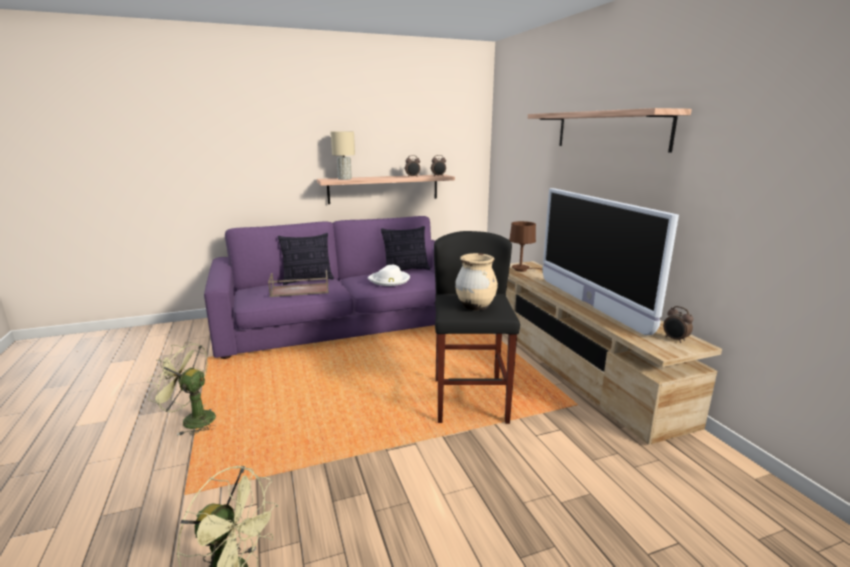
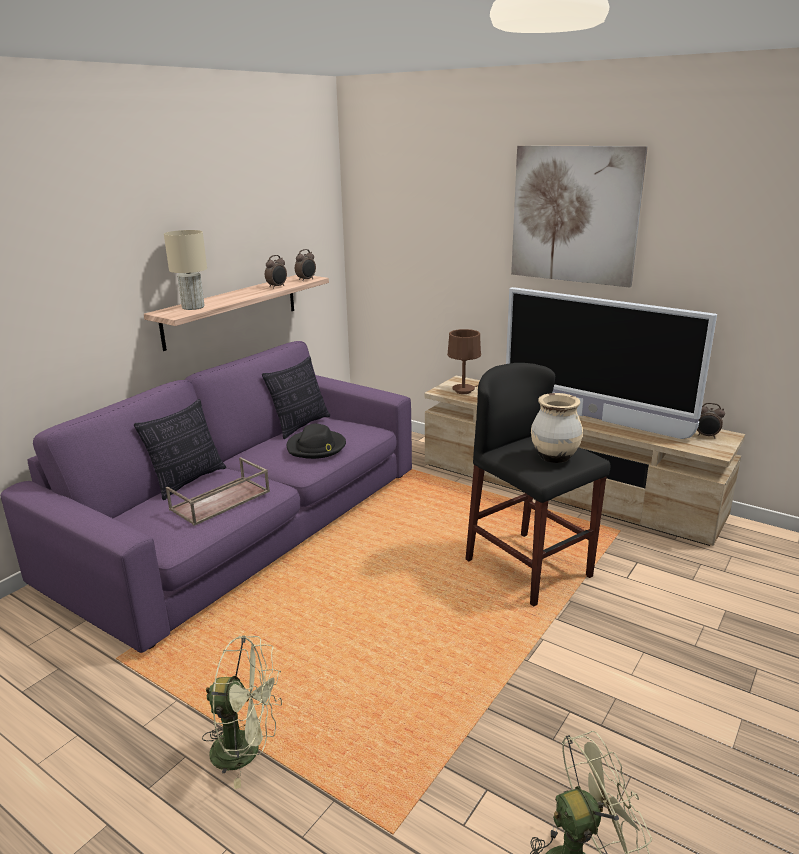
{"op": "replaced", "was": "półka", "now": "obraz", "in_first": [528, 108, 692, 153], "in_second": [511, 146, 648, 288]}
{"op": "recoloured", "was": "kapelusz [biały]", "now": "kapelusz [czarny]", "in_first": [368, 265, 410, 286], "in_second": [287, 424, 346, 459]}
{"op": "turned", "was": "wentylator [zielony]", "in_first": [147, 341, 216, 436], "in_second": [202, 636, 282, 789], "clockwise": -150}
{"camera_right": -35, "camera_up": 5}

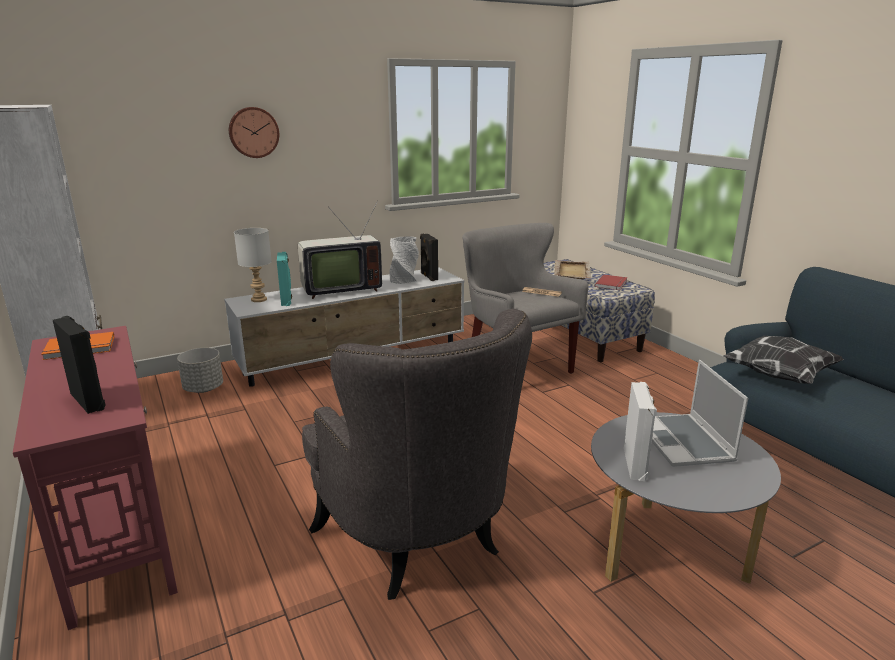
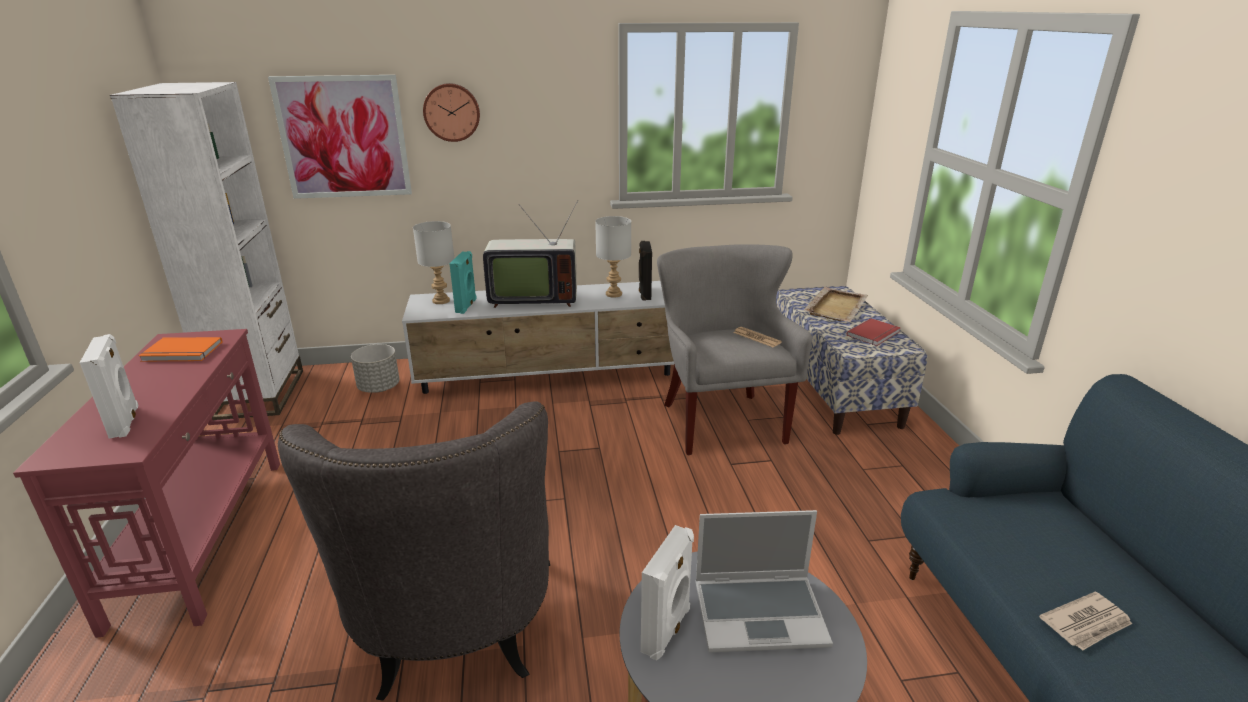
{"op": "removed", "was": "poduszka", "in_first": [723, 336, 844, 384]}
{"op": "added", "now": "obraz", "in_second": [268, 75, 412, 199]}
{"op": "added", "now": "gazeta", "in_second": [1039, 592, 1132, 651]}
{"op": "replaced", "was": "wazon [szary]", "now": "lampa stołowa [szary]", "in_first": [389, 237, 419, 284], "in_second": [595, 216, 631, 298]}
{"op": "recoloured", "was": "głośnik [czarny]", "now": "głośnik [biały]", "in_first": [53, 316, 105, 414], "in_second": [80, 334, 139, 439]}
{"op": "turned", "was": "laptop", "in_first": [652, 360, 748, 467], "in_second": [695, 510, 833, 652], "clockwise": -105}
{"camera_right": 20, "camera_up": 5}

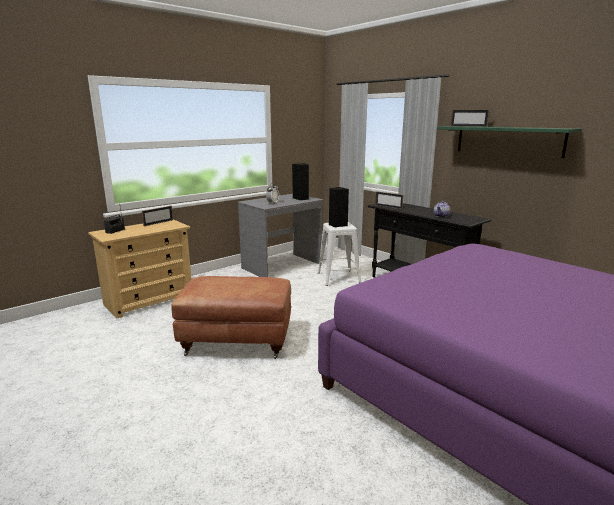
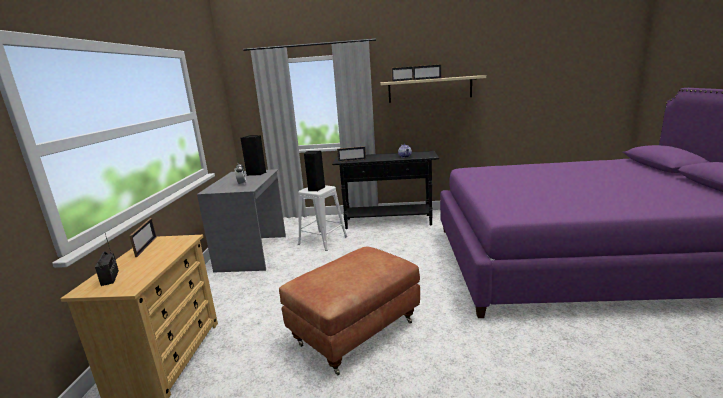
{"op": "added", "now": "ramka na zdjęcie", "in_second": [412, 64, 442, 80]}
{"op": "recoloured", "was": "półka [zielony]", "now": "półka [beżowy]", "in_first": [437, 126, 582, 158], "in_second": [381, 75, 486, 103]}
{"camera_right": -45, "camera_up": 0}

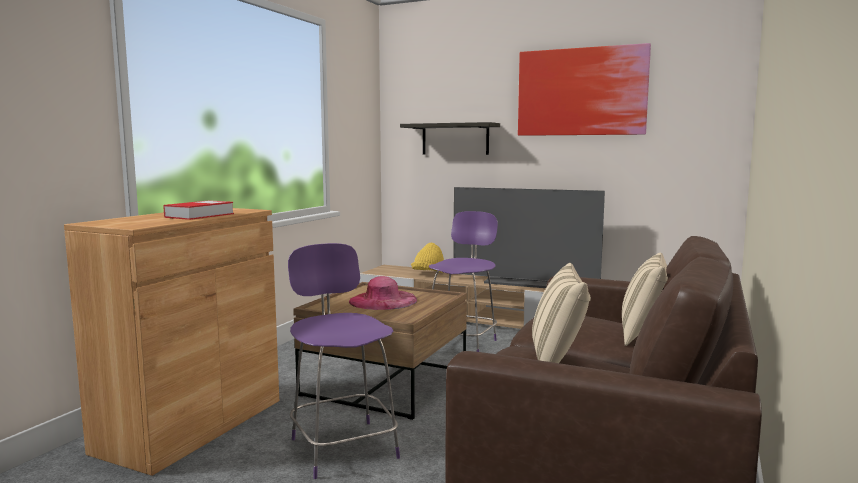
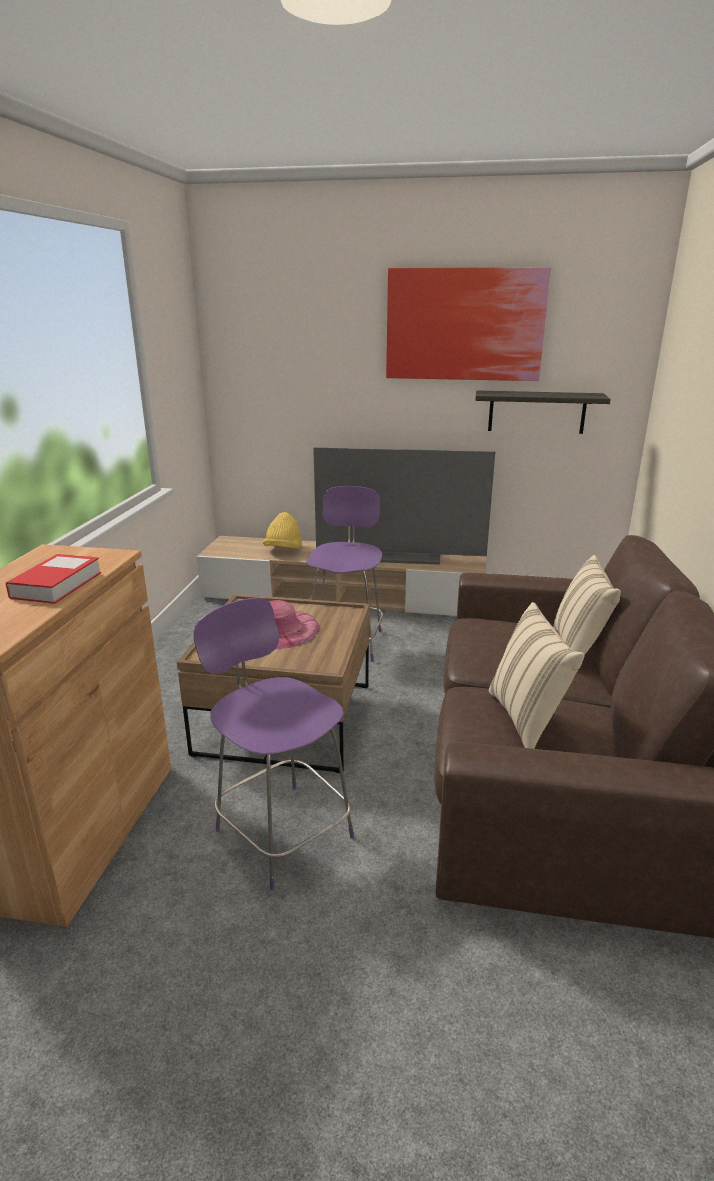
{"op": "moved", "was": "półka", "in_first": [400, 122, 500, 155], "in_second": [475, 391, 611, 434]}
{"camera_right": -15, "camera_up": 15}

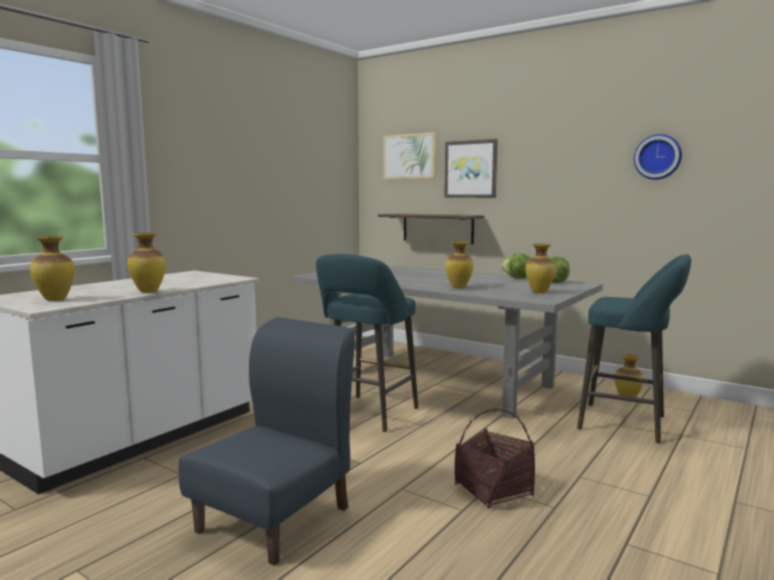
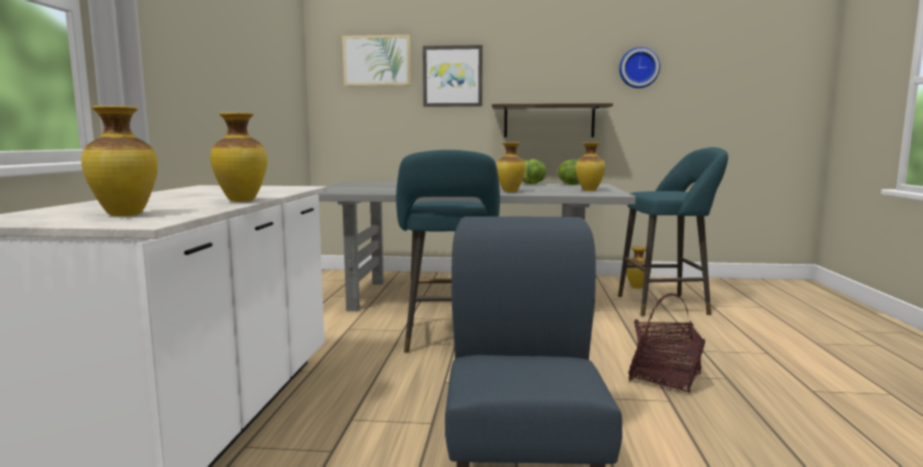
{"op": "moved", "was": "półka", "in_first": [378, 213, 484, 244], "in_second": [492, 103, 613, 137]}
{"camera_right": -30, "camera_up": 0}

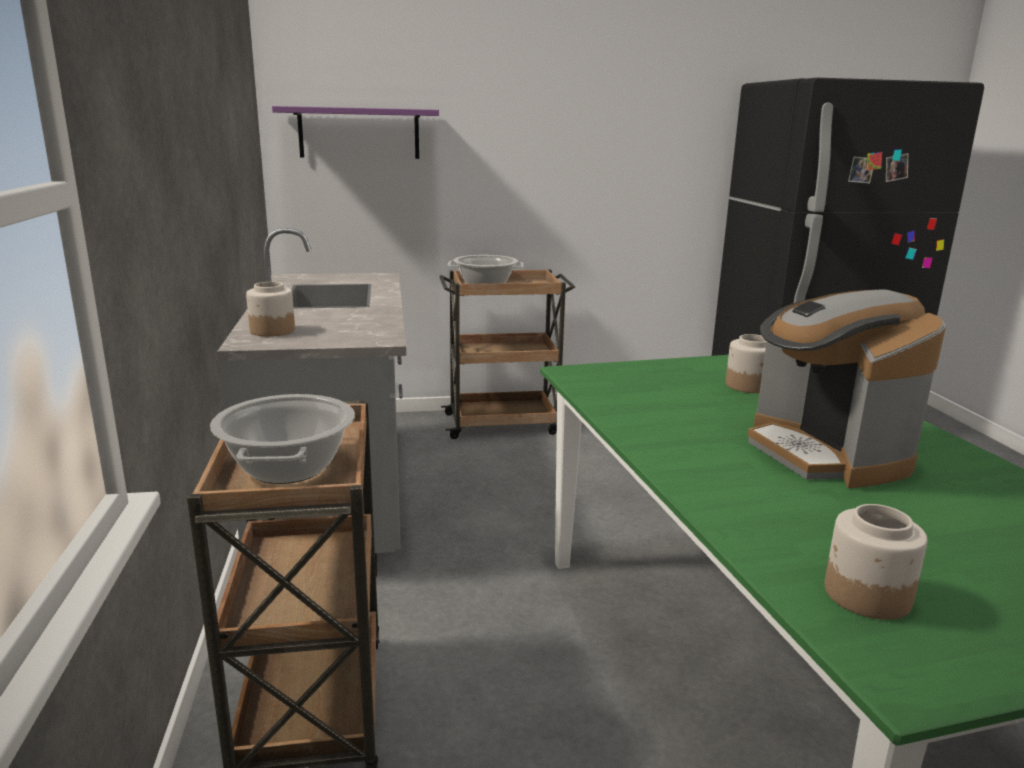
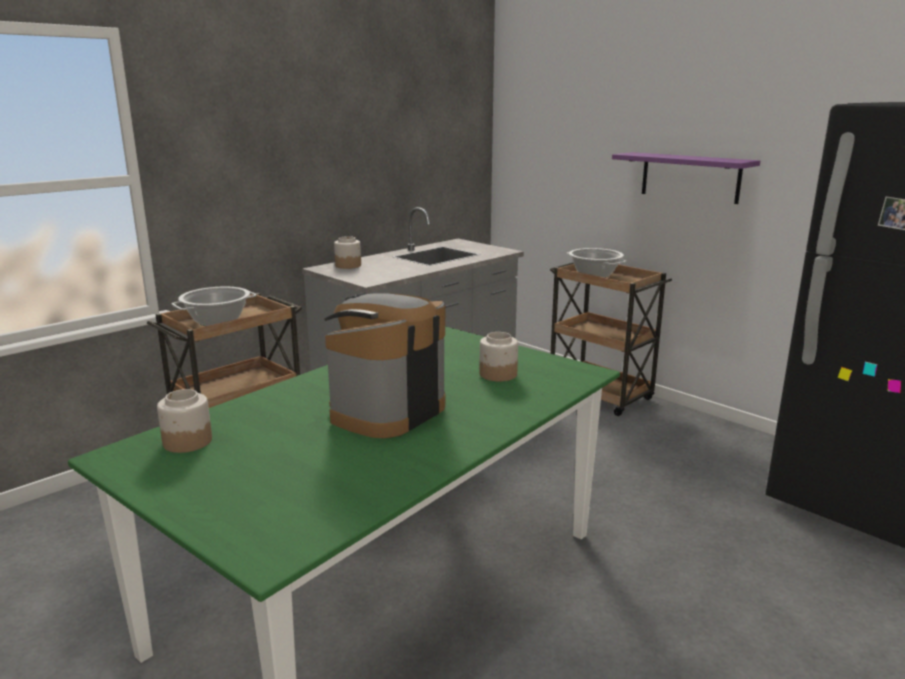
{"op": "moved", "was": "półka [fioletowy]", "in_first": [272, 106, 439, 159], "in_second": [612, 152, 760, 204]}
{"camera_right": 55, "camera_up": 0}

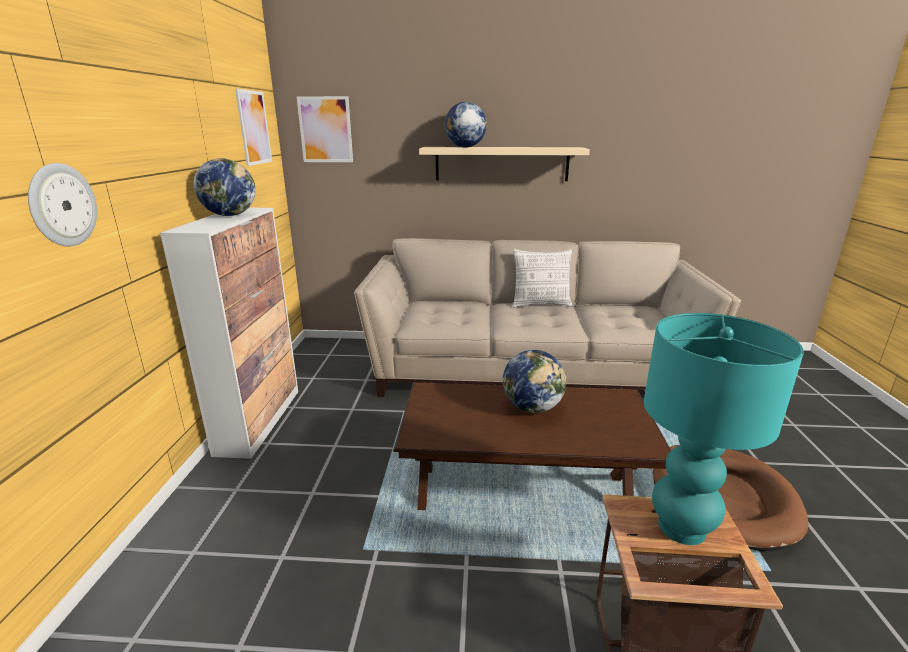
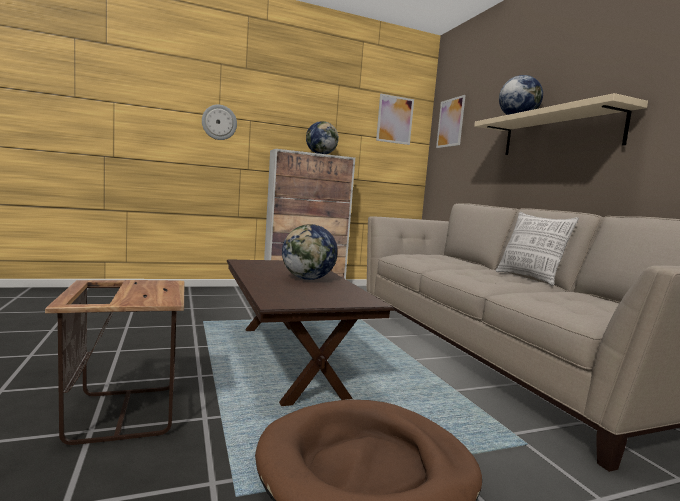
{"op": "removed", "was": "lampa stołowa [turkusowy]", "in_first": [644, 313, 804, 545]}
{"camera_right": 65, "camera_up": -15}

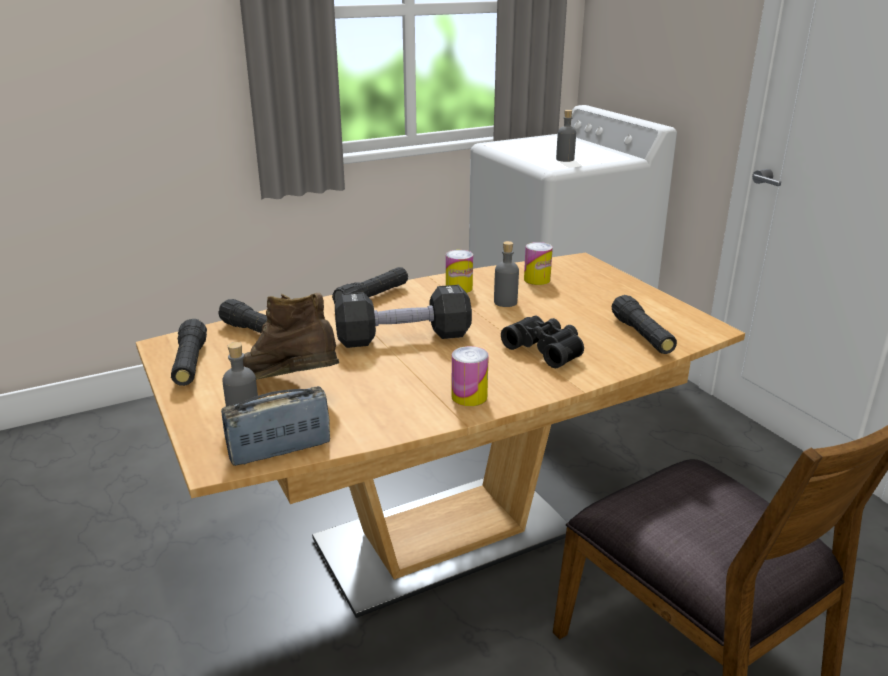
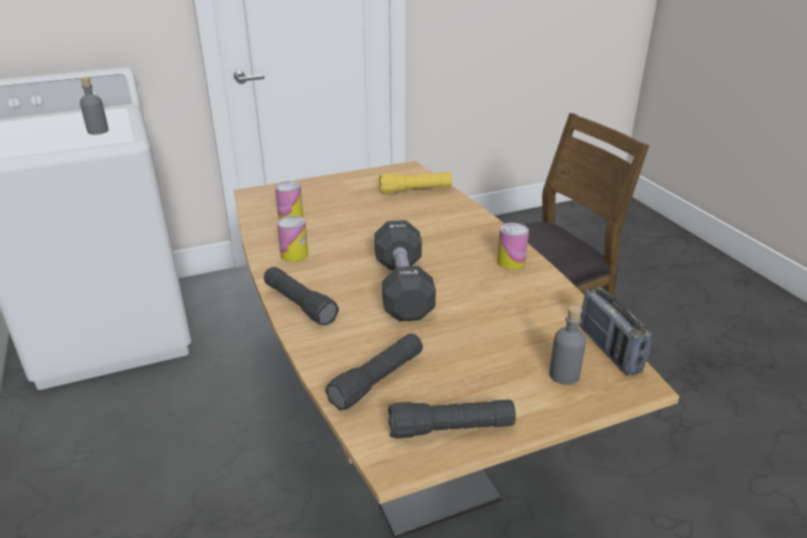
{"op": "removed", "was": "but z cholewką [brązowy]", "in_first": [243, 293, 339, 380]}
{"op": "removed", "was": "butelka [szary]", "in_first": [494, 241, 519, 307]}
{"op": "removed", "was": "lornetka [czarny]", "in_first": [501, 316, 584, 368]}
{"op": "recoloured", "was": "latarka [czarny]", "now": "latarka [żółty]", "in_first": [612, 295, 677, 354], "in_second": [378, 172, 452, 194]}
{"camera_right": -85, "camera_up": 5}

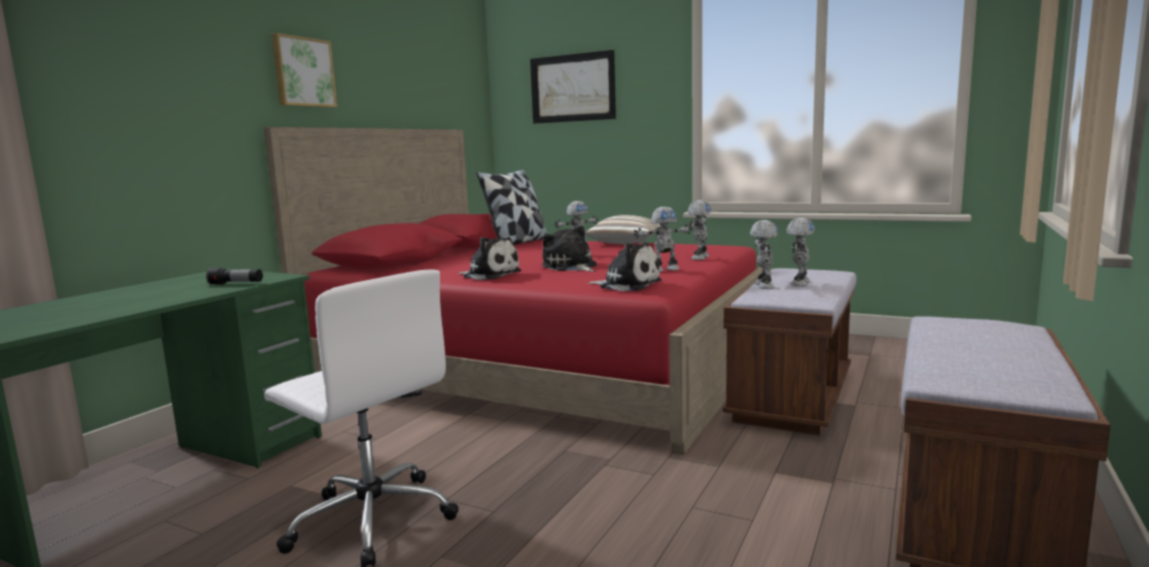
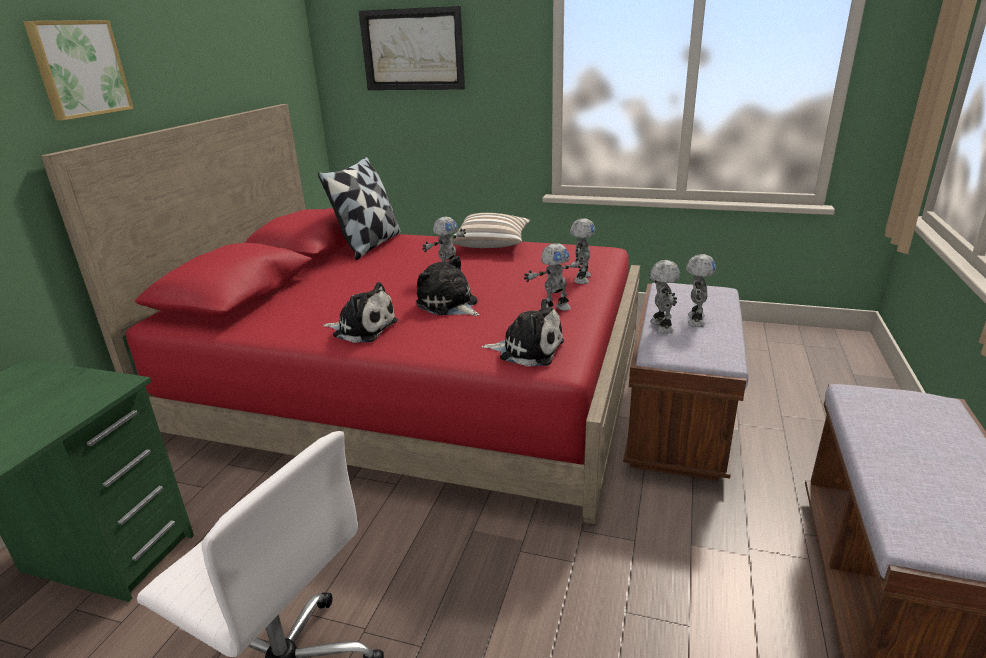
{"op": "removed", "was": "latarka", "in_first": [206, 268, 263, 285]}
{"camera_right": -10, "camera_up": 15}

